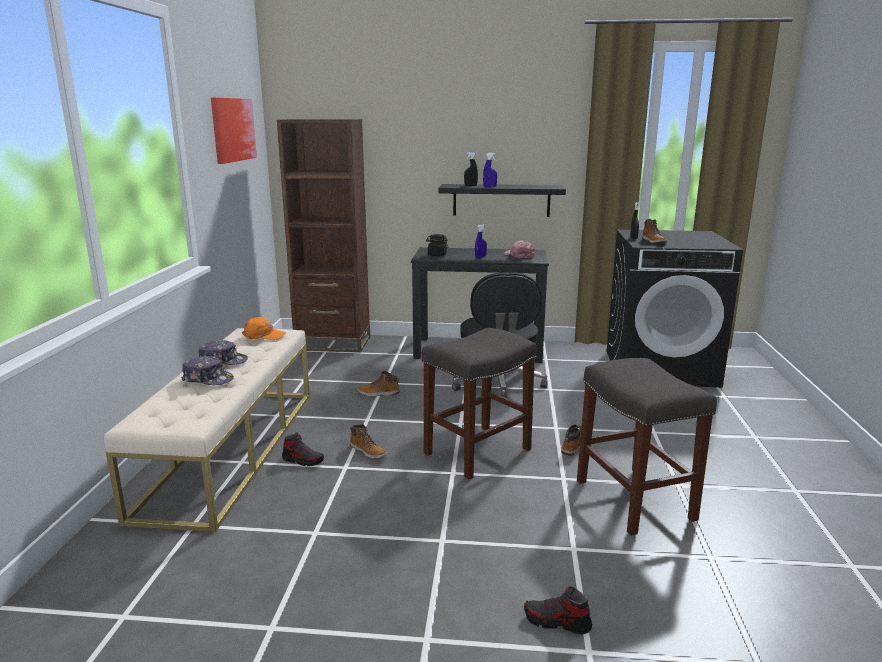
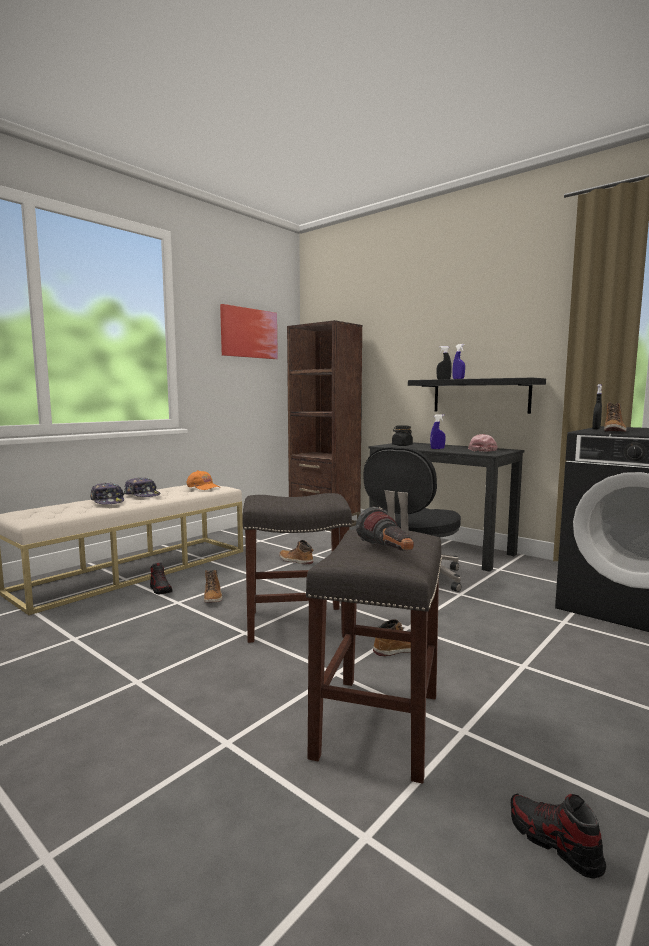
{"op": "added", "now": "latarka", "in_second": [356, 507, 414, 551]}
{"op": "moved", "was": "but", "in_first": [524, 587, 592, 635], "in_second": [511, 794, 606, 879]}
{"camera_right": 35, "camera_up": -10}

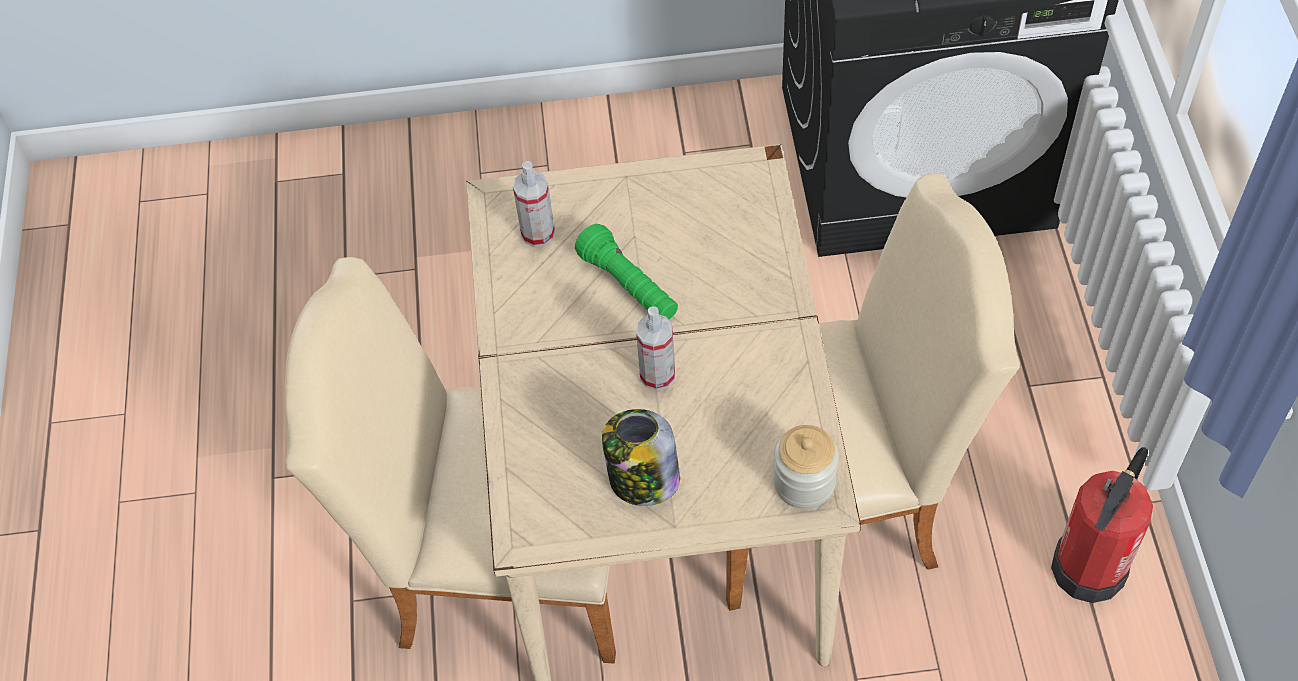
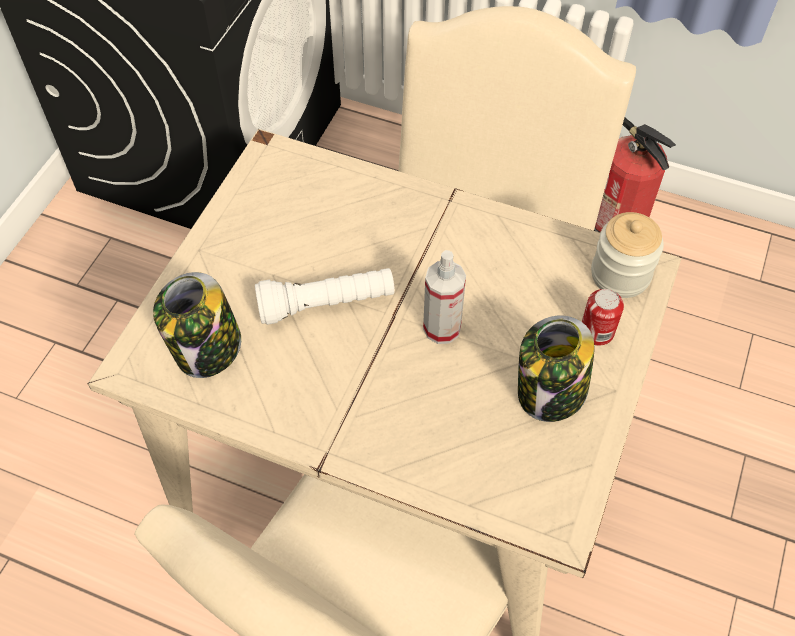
{"op": "added", "now": "puszka", "in_second": [582, 289, 624, 346]}
{"op": "replaced", "was": "spryskiwacz", "now": "słoik", "in_first": [513, 161, 555, 247], "in_second": [153, 272, 241, 378]}
{"op": "recoloured", "was": "latarka [zielony]", "now": "latarka [biały]", "in_first": [575, 224, 678, 320], "in_second": [255, 268, 395, 325]}
{"camera_right": -65, "camera_up": 0}

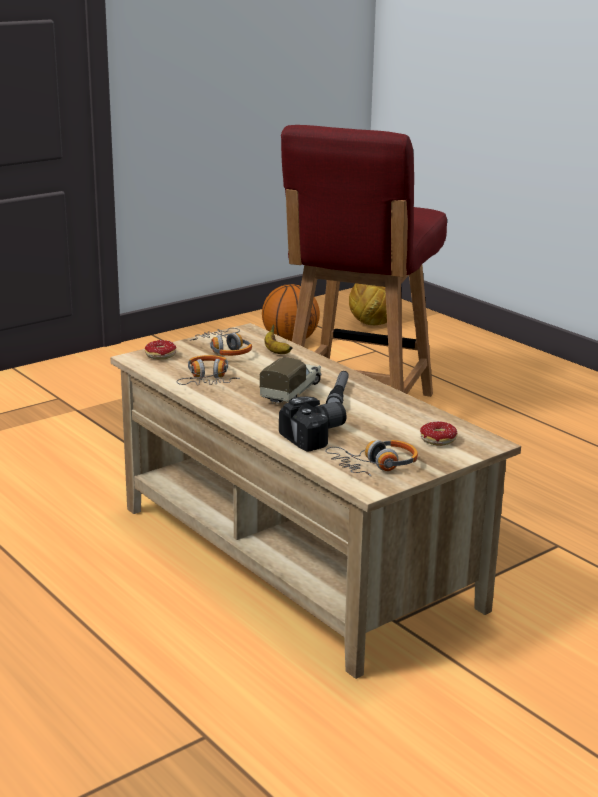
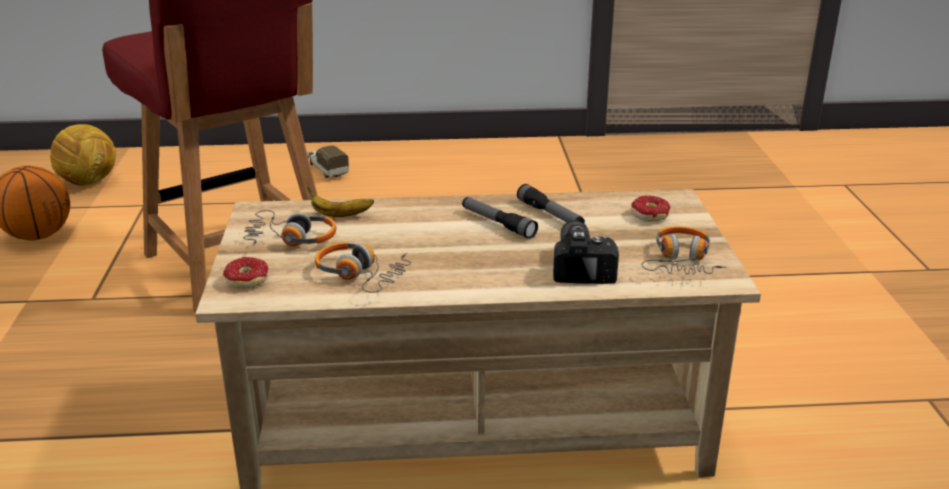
{"op": "added", "now": "latarka", "in_second": [517, 184, 585, 223]}
{"op": "moved", "was": "ciężarówka zabawkowa", "in_first": [260, 357, 322, 403], "in_second": [307, 146, 349, 178]}
{"camera_right": -55, "camera_up": 5}

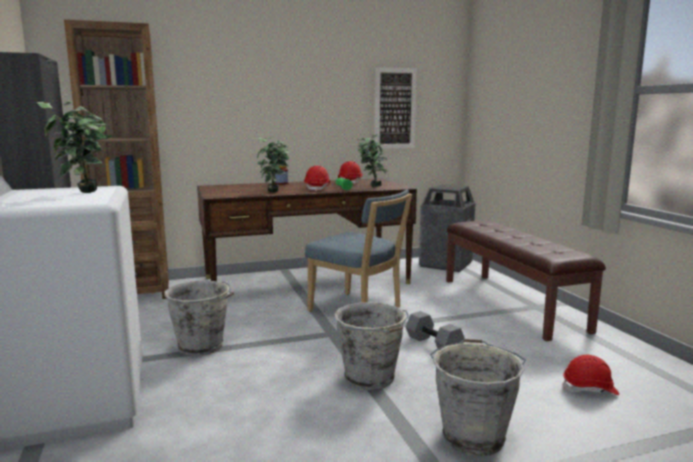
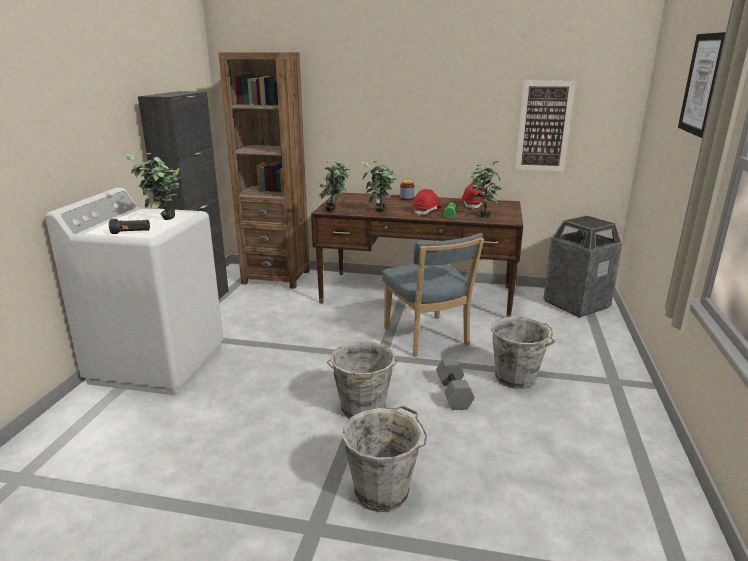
{"op": "removed", "was": "ławka [brązowy]", "in_first": [446, 221, 606, 341]}
{"op": "removed", "was": "kask [czerwony]", "in_first": [563, 355, 619, 395]}
{"op": "added", "now": "latarka [czarny]", "in_second": [109, 219, 150, 234]}
{"op": "added", "now": "roślina doniczkowa", "in_second": [318, 160, 350, 211]}
{"op": "added", "now": "obraz", "in_second": [678, 32, 726, 138]}
{"op": "moved", "was": "wiadro [szary]", "in_first": [164, 280, 234, 356], "in_second": [491, 317, 555, 389]}
{"camera_right": 30, "camera_up": 10}

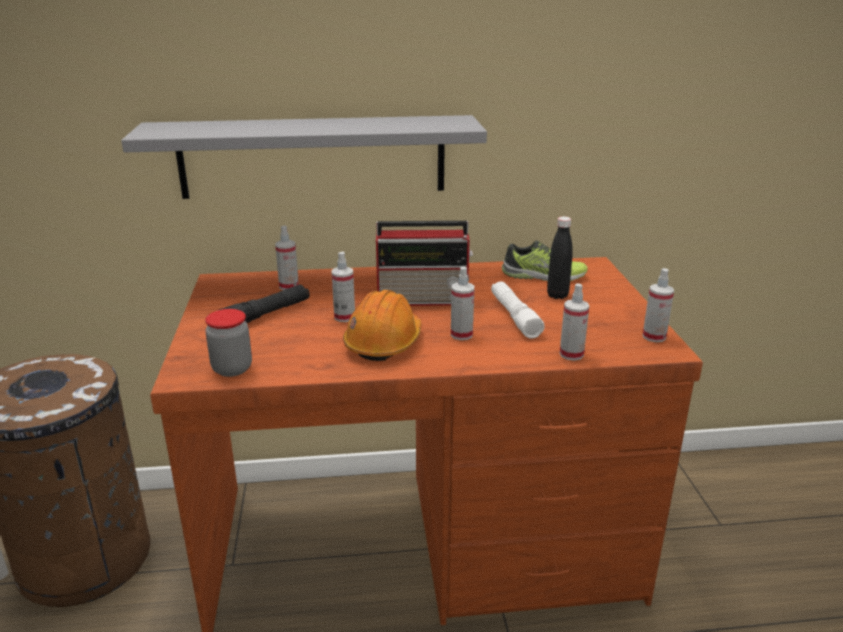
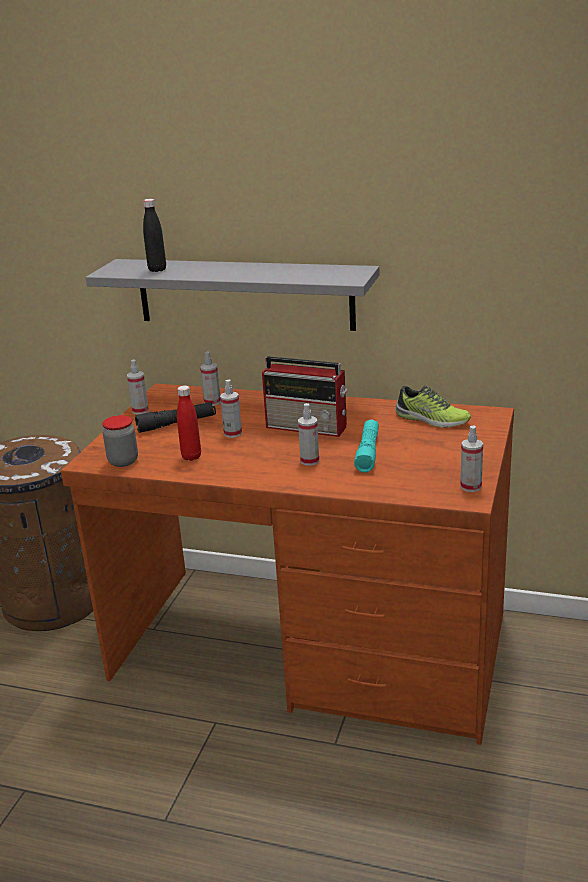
{"op": "removed", "was": "kask [pomarańczowy]", "in_first": [343, 290, 422, 361]}
{"op": "added", "now": "butelka [czerwony]", "in_second": [177, 385, 201, 461]}
{"op": "moved", "was": "butelka [czarny]", "in_first": [547, 216, 573, 299], "in_second": [143, 199, 166, 272]}
{"op": "moved", "was": "spryskiwacz", "in_first": [560, 283, 589, 361], "in_second": [127, 359, 149, 414]}
{"op": "recoloured", "was": "latarka [biały]", "now": "latarka [turkusowy]", "in_first": [491, 281, 545, 339], "in_second": [354, 420, 379, 473]}
{"camera_right": 25, "camera_up": 0}

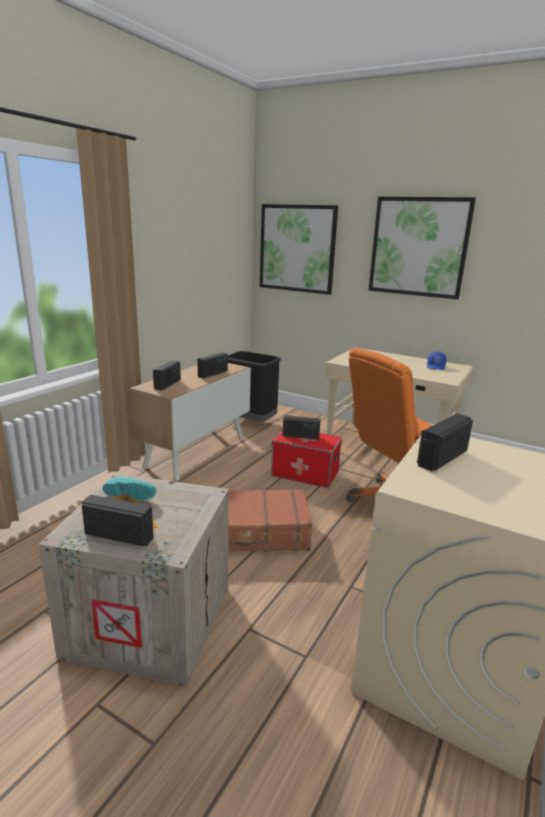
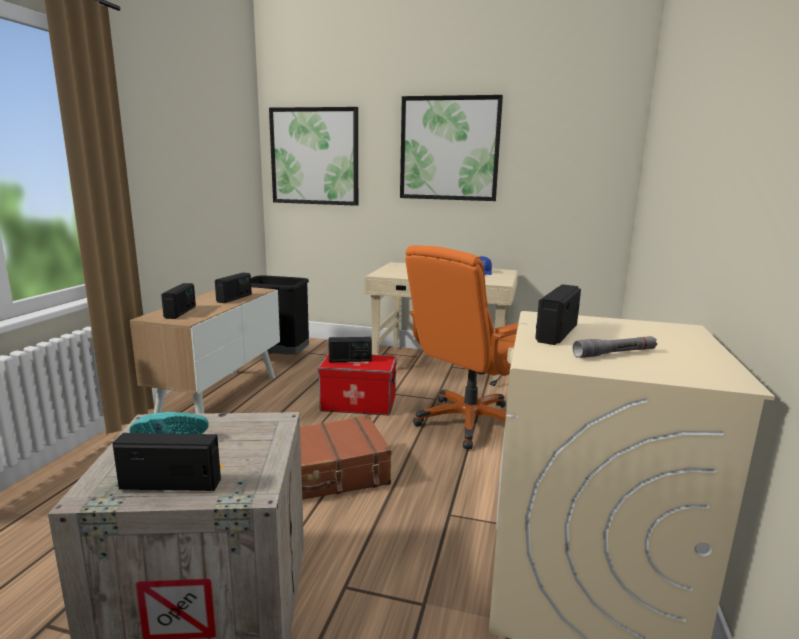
{"op": "added", "now": "latarka [szary]", "in_second": [573, 336, 657, 358]}
{"camera_right": -15, "camera_up": -5}

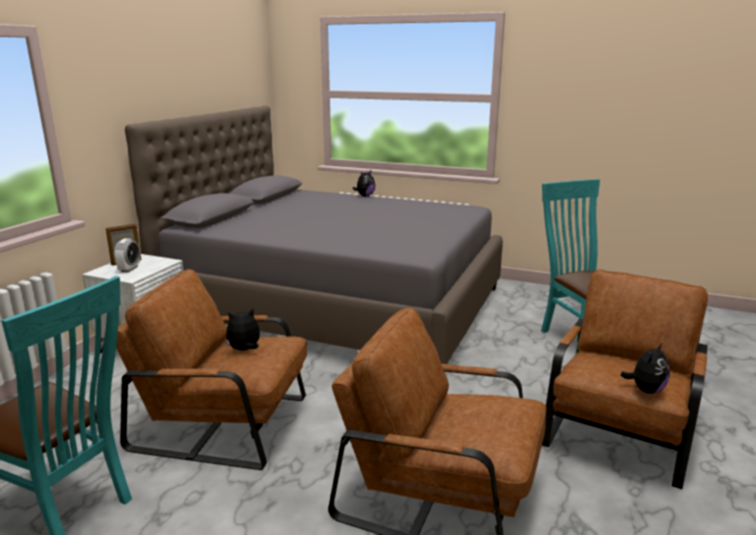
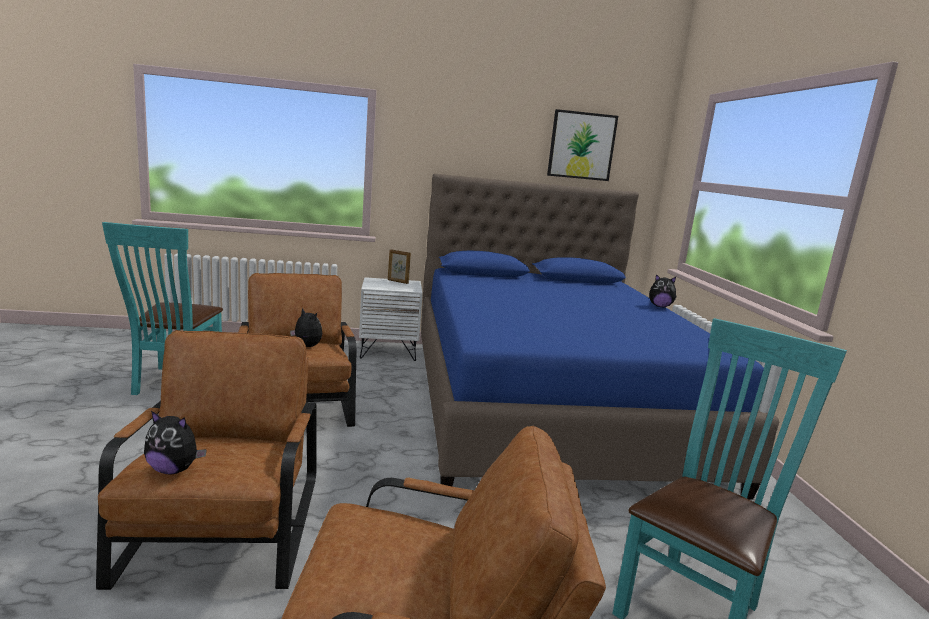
{"op": "removed", "was": "budzik", "in_first": [114, 238, 140, 272]}
{"op": "added", "now": "obraz", "in_second": [547, 109, 618, 181]}
{"op": "moved", "was": "pluszak", "in_first": [621, 343, 670, 394], "in_second": [144, 411, 207, 475]}
{"op": "recoloured", "was": "łóżko [szary]", "now": "łóżko [niebieski]", "in_first": [125, 106, 503, 364], "in_second": [421, 174, 779, 500]}
{"camera_right": 60, "camera_up": -5}

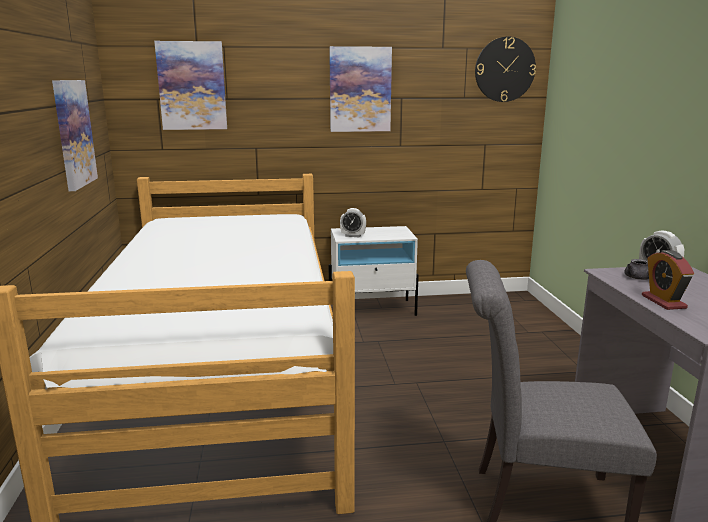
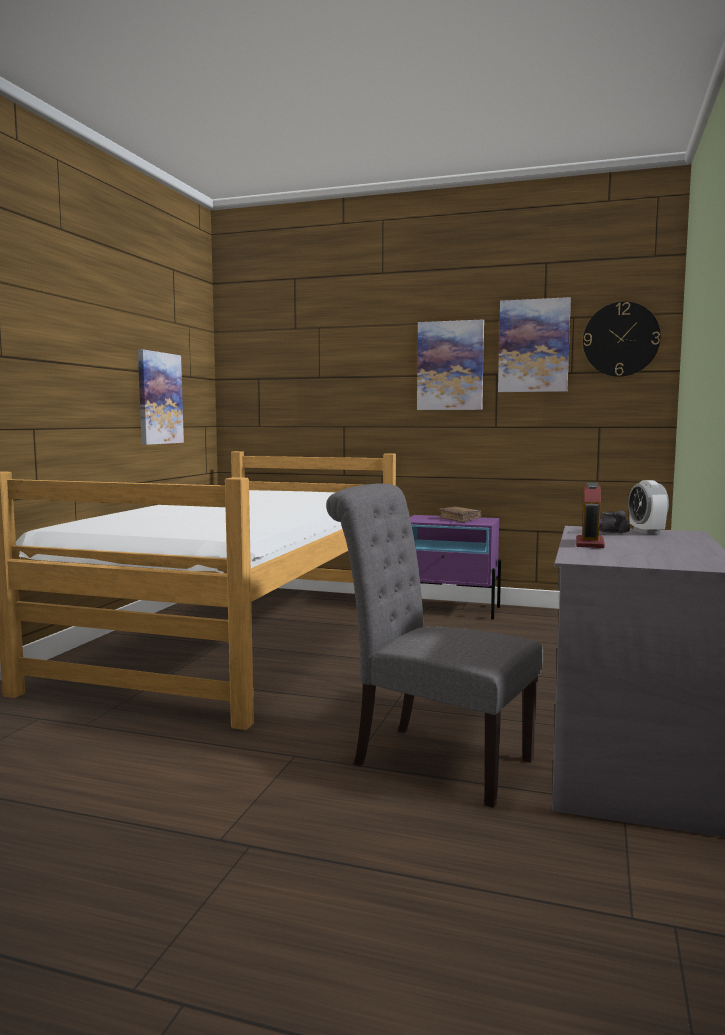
{"op": "removed", "was": "budzik", "in_first": [340, 208, 366, 237]}
{"op": "added", "now": "książka [brązowy]", "in_second": [439, 507, 482, 523]}
{"op": "moved", "was": "obraz", "in_first": [154, 41, 227, 130], "in_second": [498, 297, 571, 392]}
{"op": "recoloured", "was": "szafka nocna [biały]", "now": "szafka nocna [fioletowy]", "in_first": [329, 226, 419, 316], "in_second": [410, 515, 501, 620]}
{"camera_right": 25, "camera_up": -10}

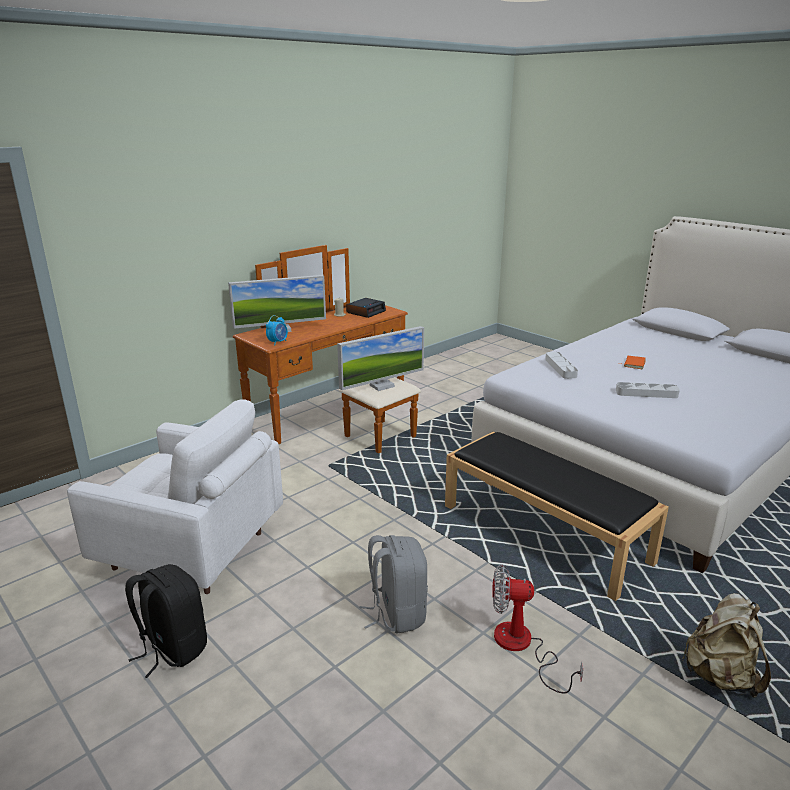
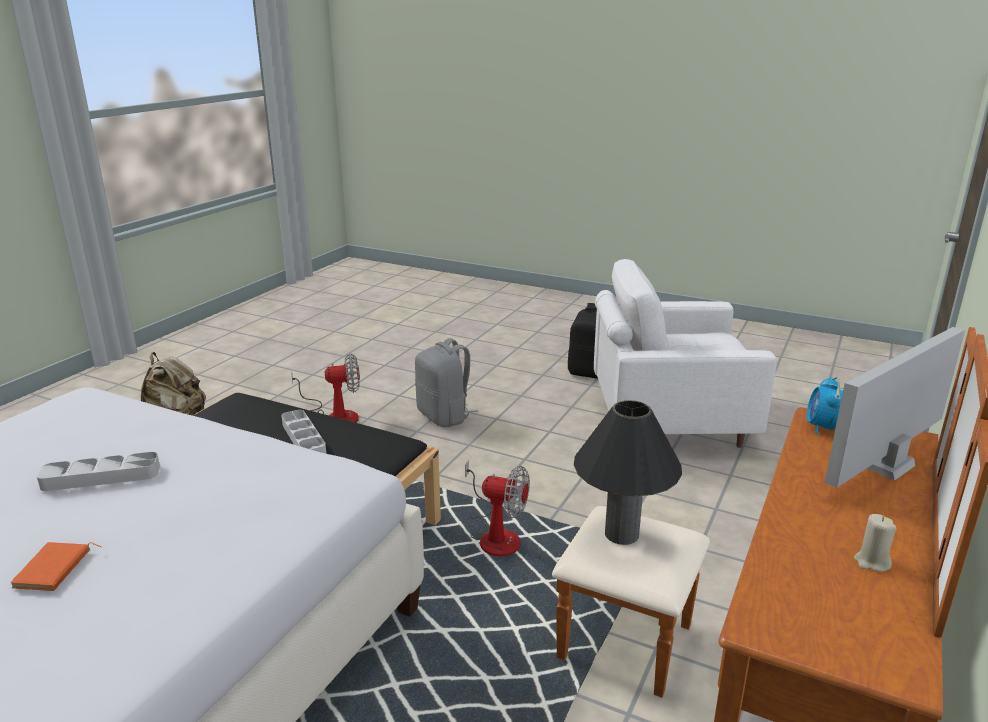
{"op": "removed", "was": "budzik", "in_first": [346, 298, 386, 318]}
{"op": "added", "now": "wentylator", "in_second": [465, 460, 530, 556]}
{"op": "moved", "was": "taca [szary]", "in_first": [545, 352, 578, 379], "in_second": [281, 410, 326, 453]}
{"op": "replaced", "was": "monitor", "now": "lampa stołowa [czarny]", "in_first": [337, 326, 424, 391], "in_second": [574, 400, 682, 545]}
{"camera_right": 160, "camera_up": 0}

